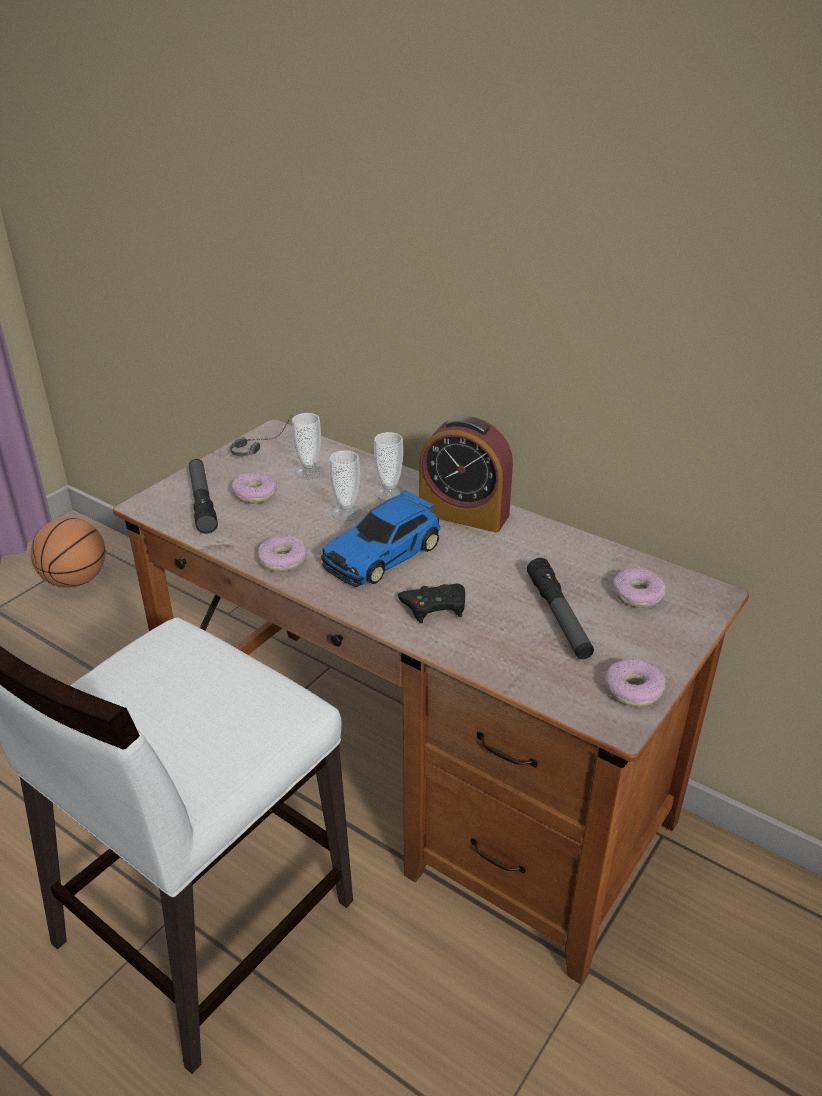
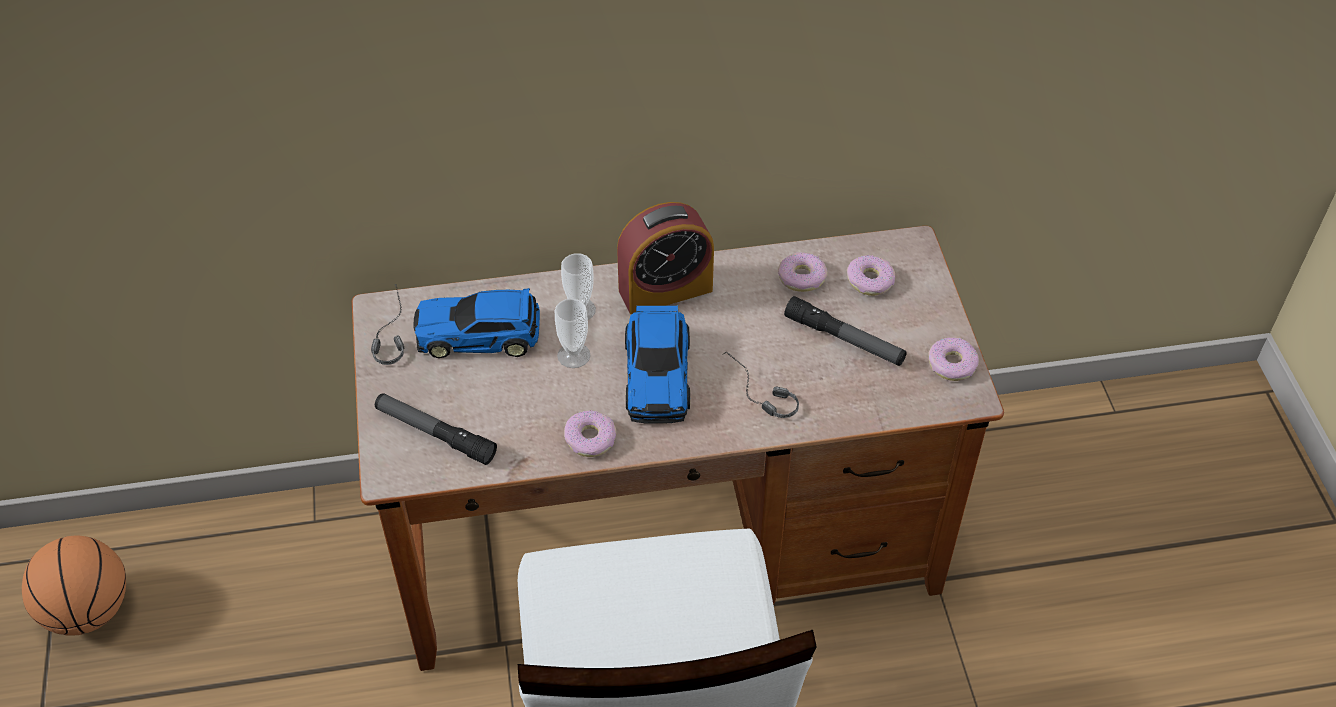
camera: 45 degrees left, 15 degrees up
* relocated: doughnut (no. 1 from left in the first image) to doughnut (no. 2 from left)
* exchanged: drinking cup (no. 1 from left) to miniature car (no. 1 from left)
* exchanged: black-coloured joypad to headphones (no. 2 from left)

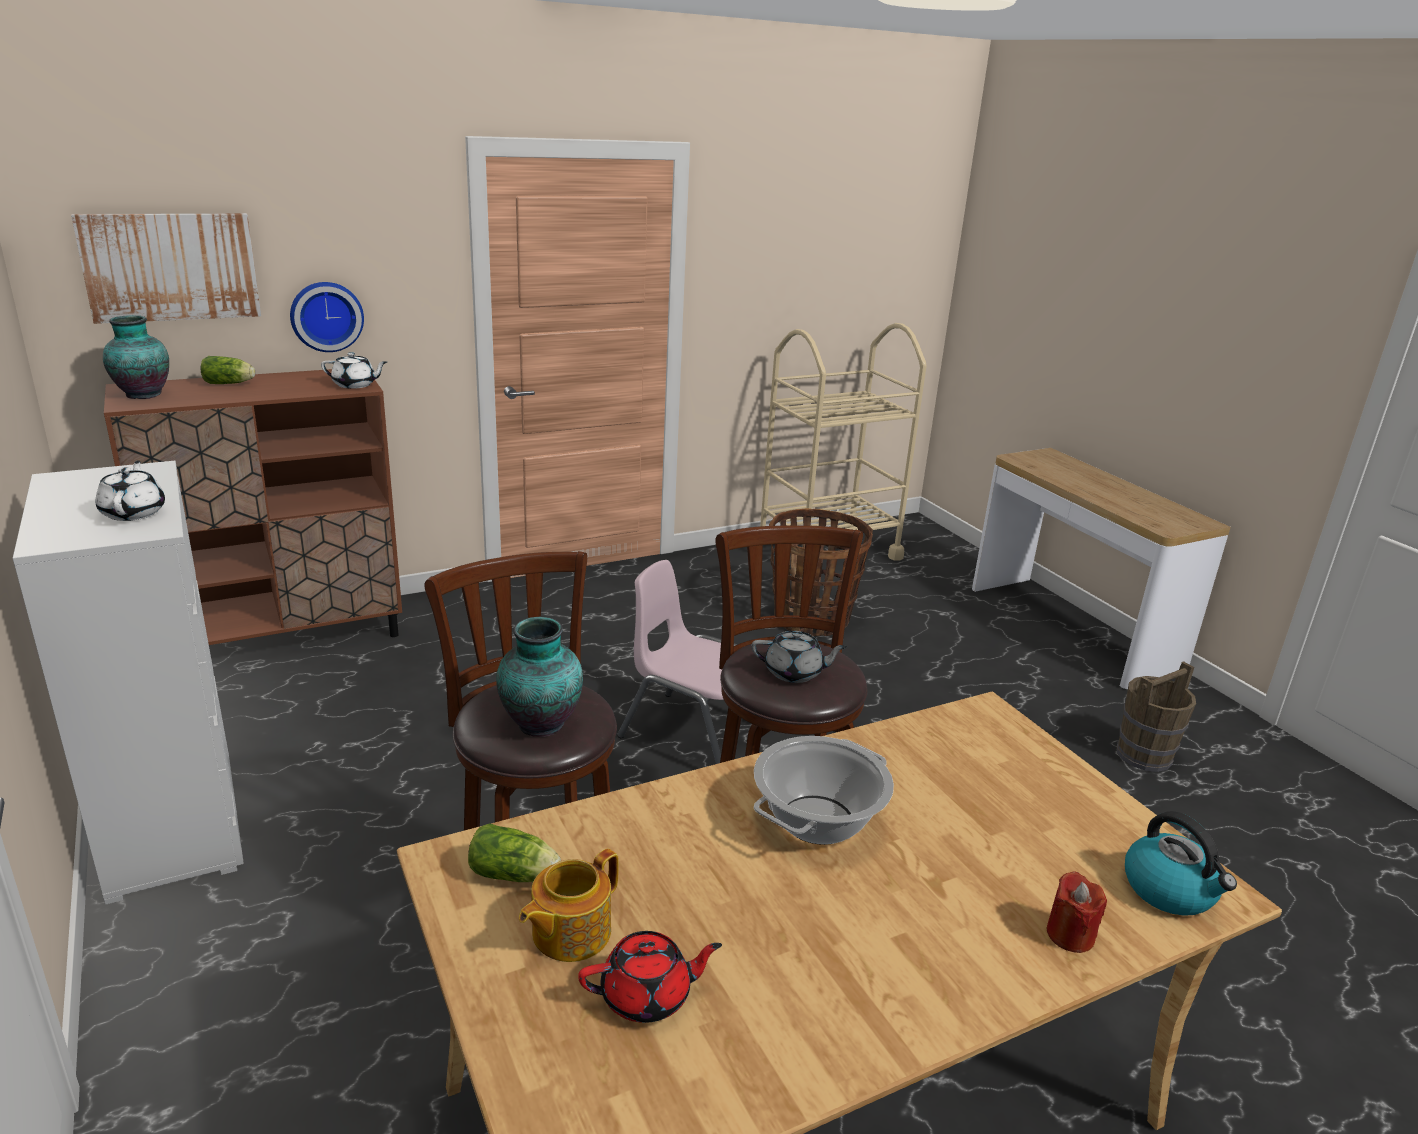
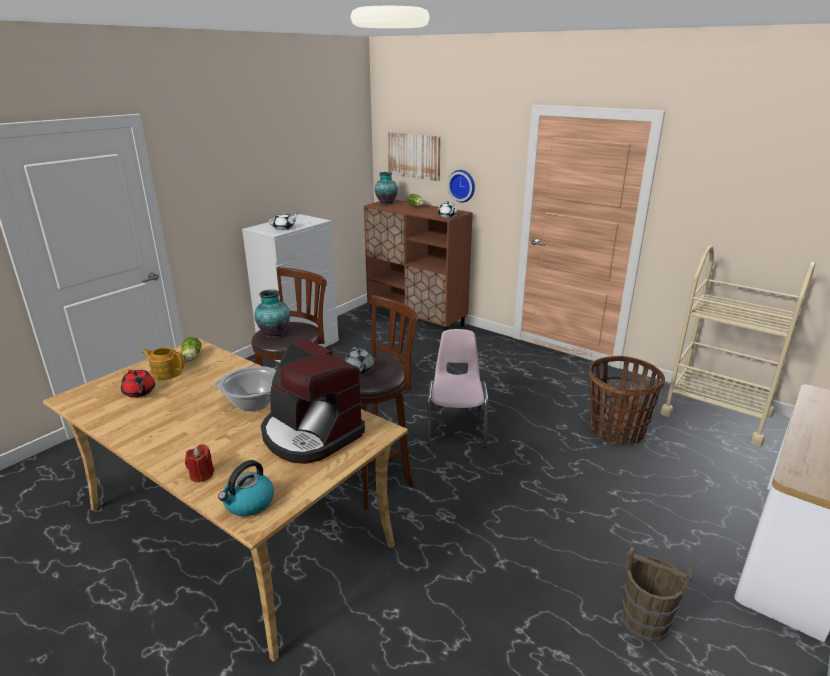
camera: 65 degrees right, 0 degrees up
* appeared: coffee maker

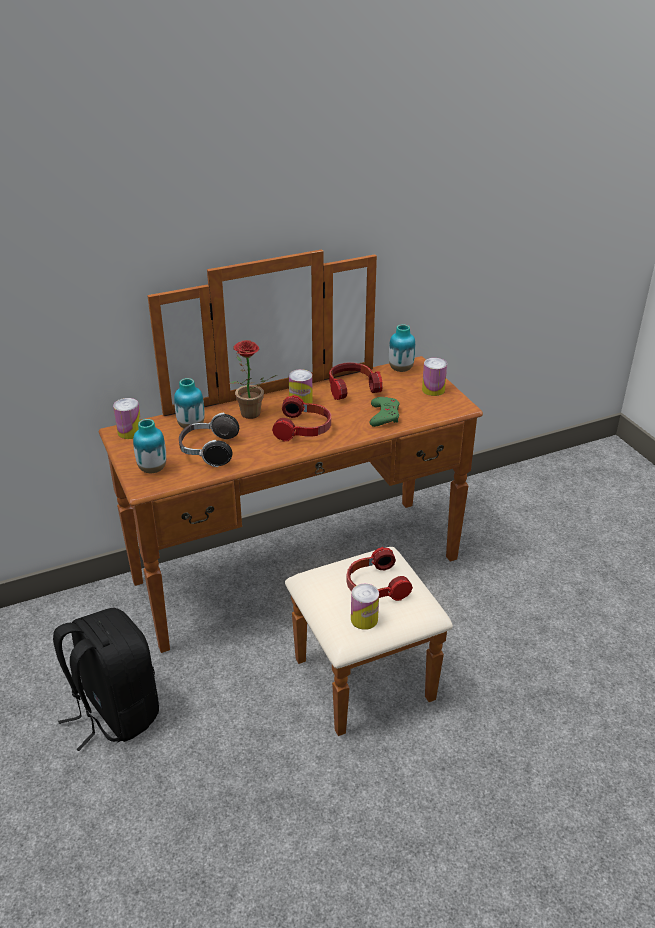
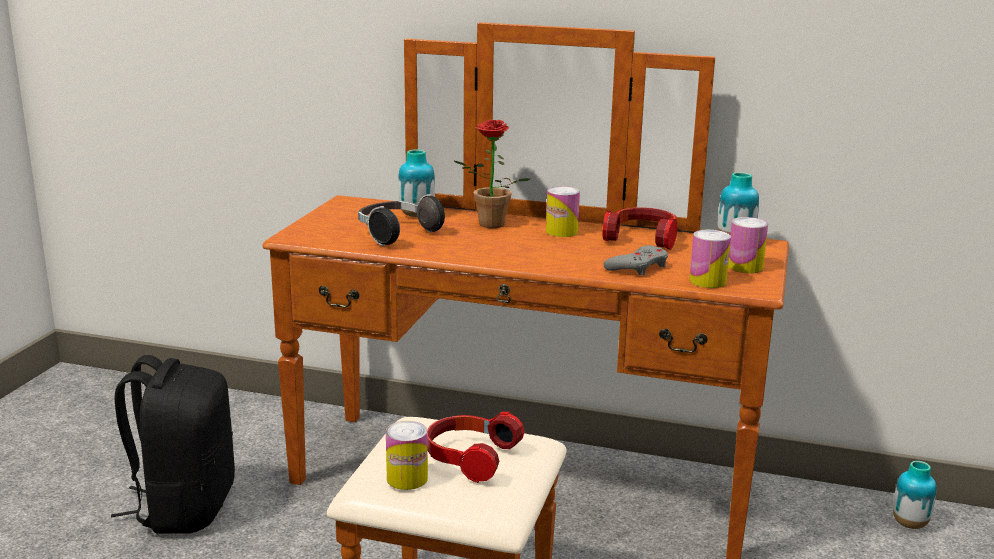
camera: 40 degrees right, 15 degrees down
* missing: headphones (no. 2 from left)
* relocated: metal can (no. 1 from left in the first image) to metal can (no. 3 from left)
* relocated: vase (no. 1 from left in the first image) to vase (no. 3 from left)
* colour: green-coloured joypad to greyish joypad

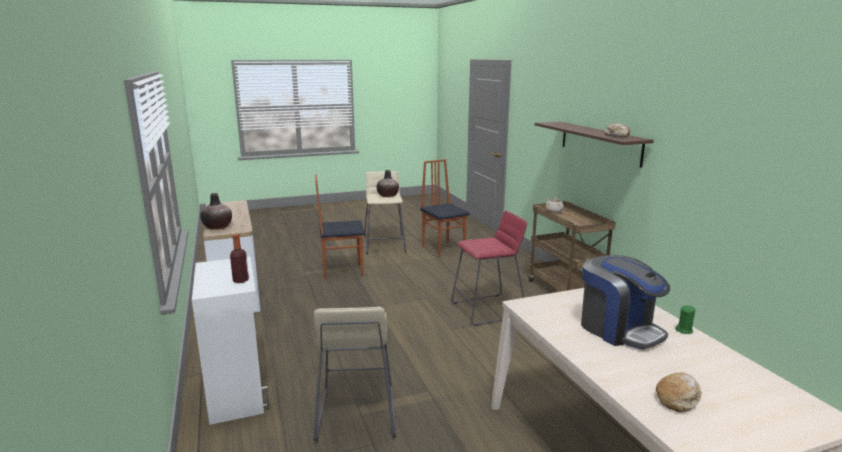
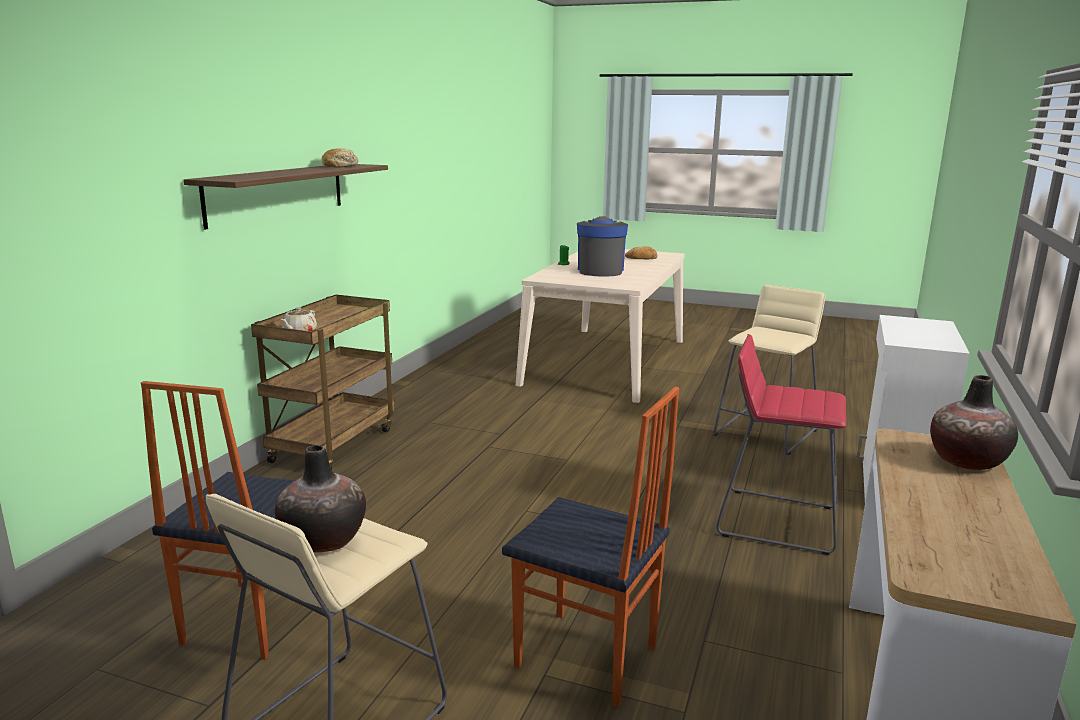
camera: 140 degrees left, 0 degrees up
* missing: drink bottle
* relocated: reddish stool

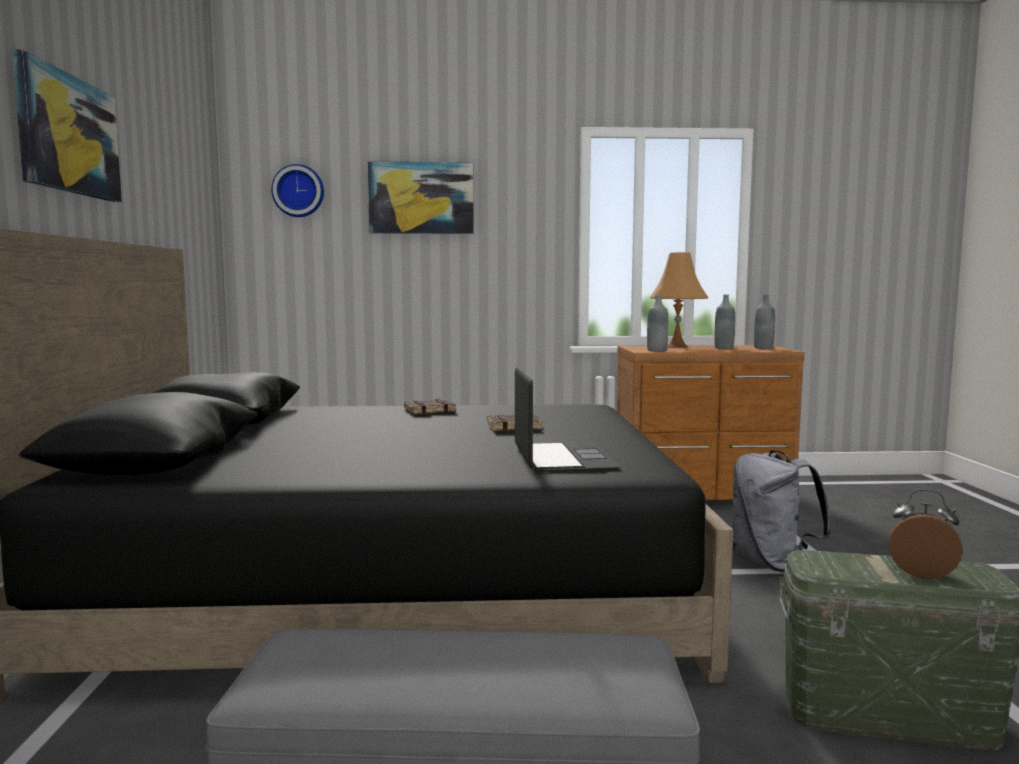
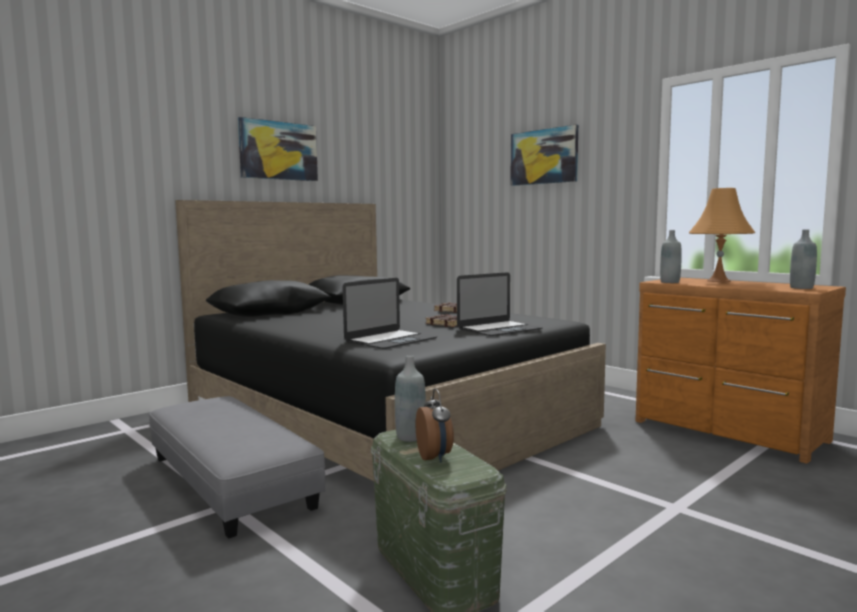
camera: 50 degrees right, 0 degrees up
* missing: wall clock
* missing: greyish rucksack
* appeared: portable computer (no. 2 from left)
* relocated: greyish drink bottle (no. 2 from left in the first image) to greyish drink bottle (no. 1 from left)

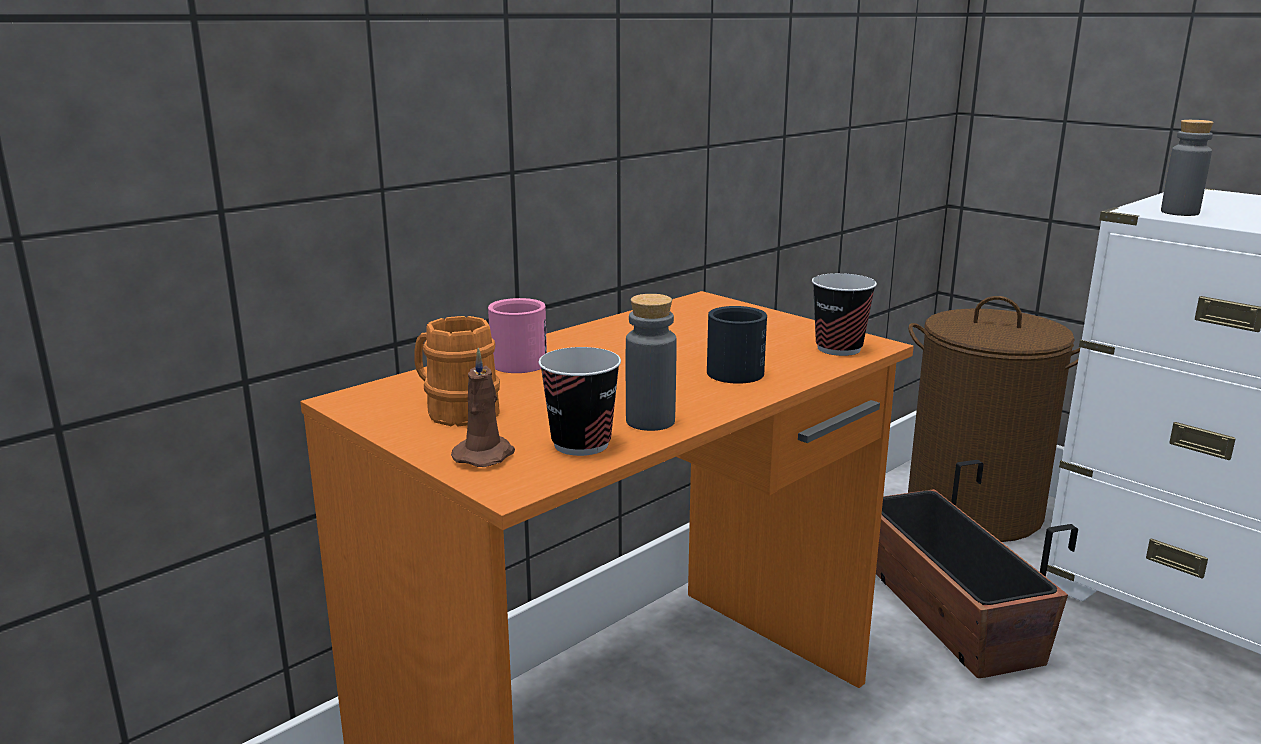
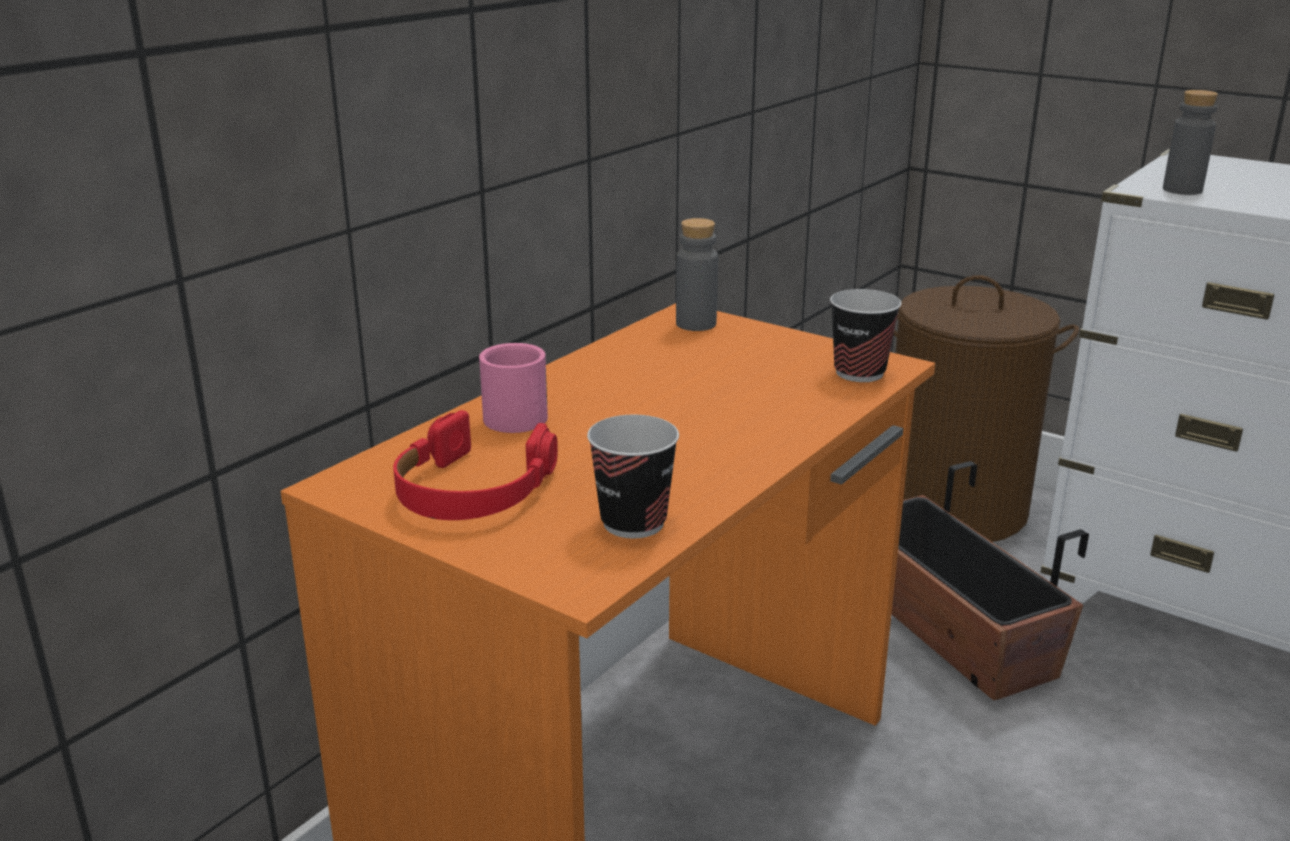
camera: 10 degrees left, 5 degrees up
* missing: brown-coloured wax candle
* missing: black-coloured coffee mug
* relocated: greyish drink bottle (no. 1 from left)
* exchanged: orangey coffee mug to reddish headphones

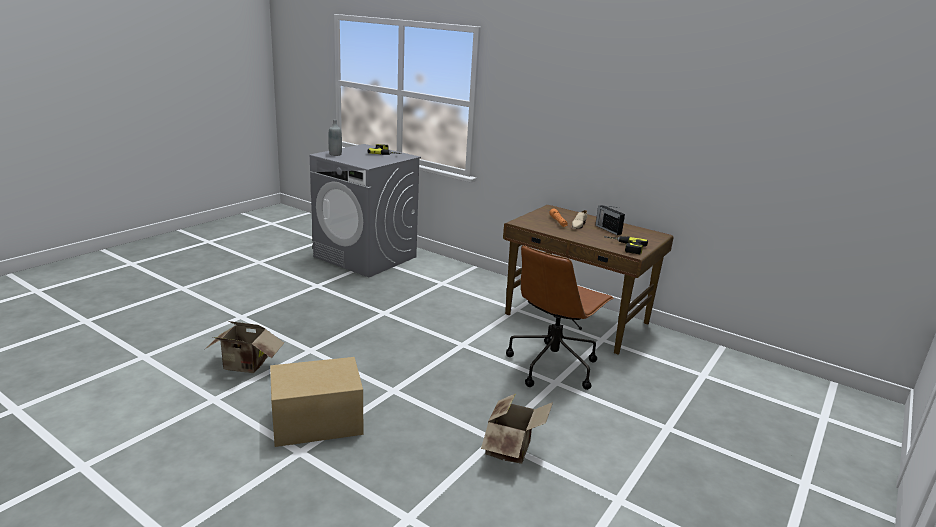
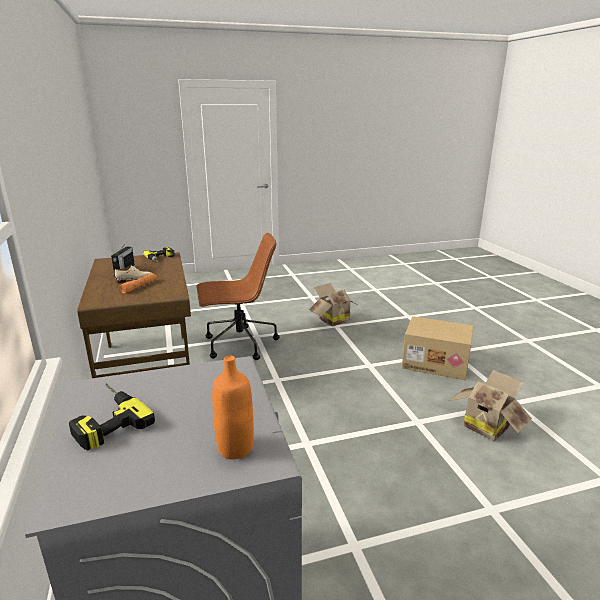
camera: 140 degrees left, 0 degrees up
* colour: greyish drink bottle to orangey drink bottle

